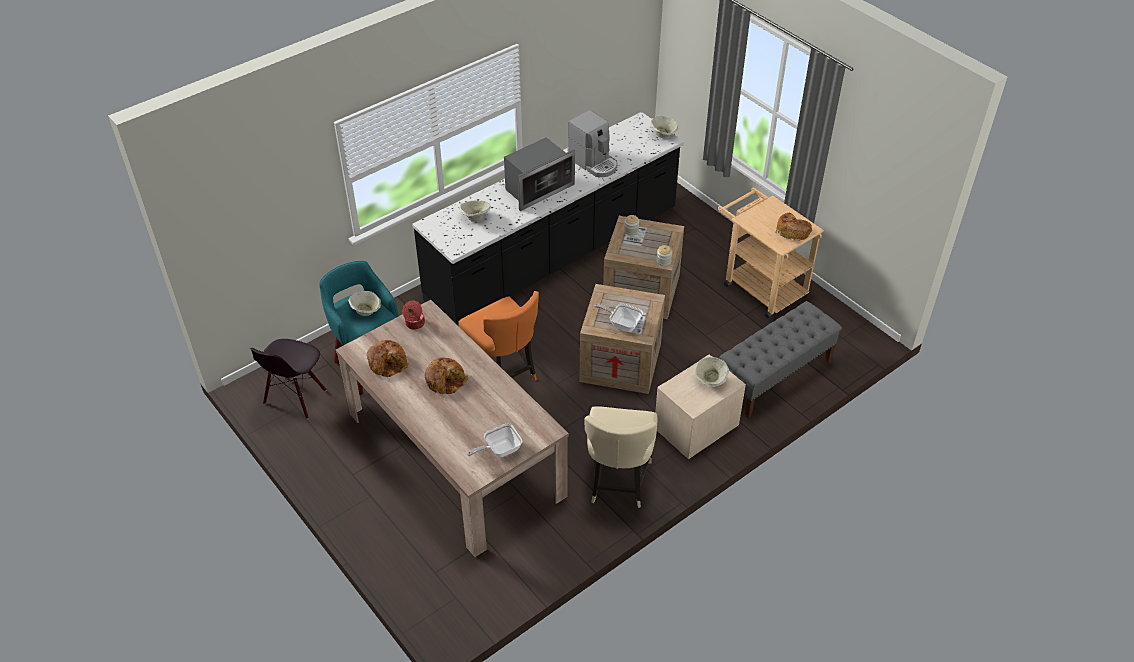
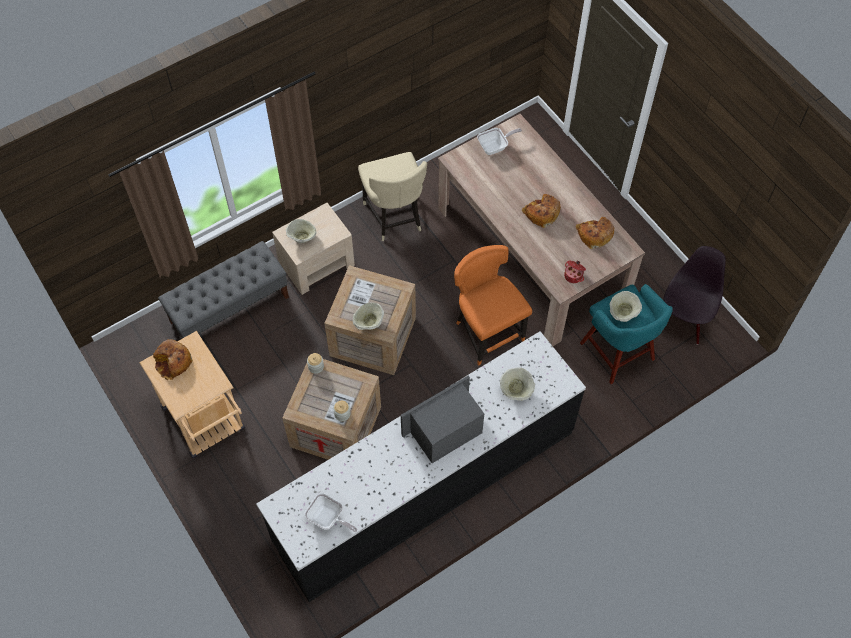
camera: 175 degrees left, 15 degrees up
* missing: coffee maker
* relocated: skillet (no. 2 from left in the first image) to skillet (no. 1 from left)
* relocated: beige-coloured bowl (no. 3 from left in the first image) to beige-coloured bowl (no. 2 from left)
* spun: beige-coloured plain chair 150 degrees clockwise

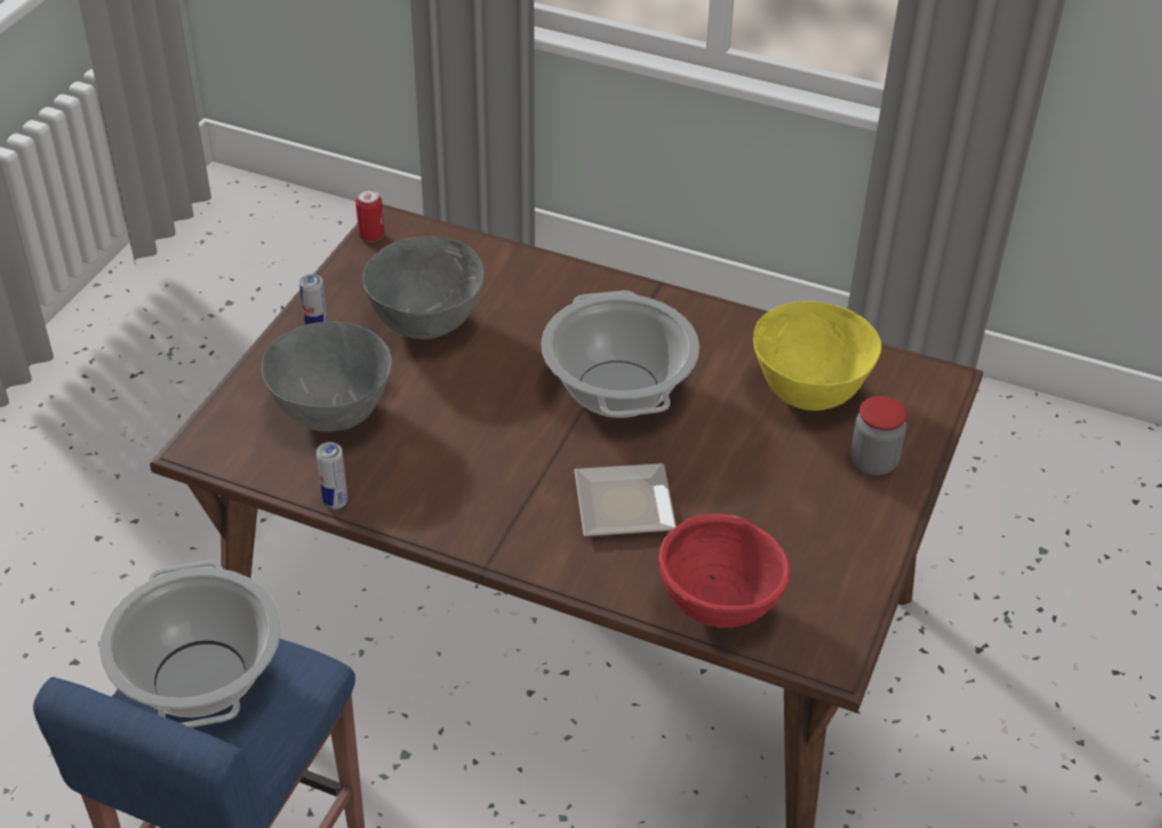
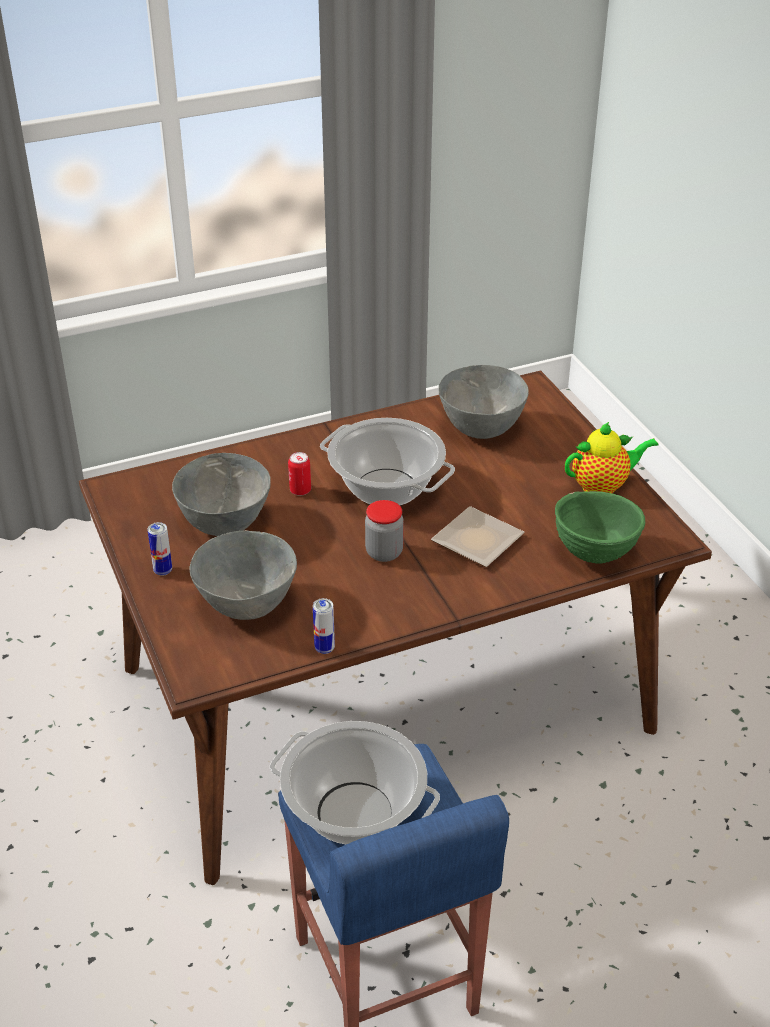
camera: 45 degrees left, 5 degrees down
* appeared: teapot
* relocated: metal can (no. 3 from left in the first image) to metal can (no. 2 from left)
* relocated: jar
* colour: reddish bowl to green-coloured bowl
* colour: yellow bowl to greyish bowl (no. 3 from left)

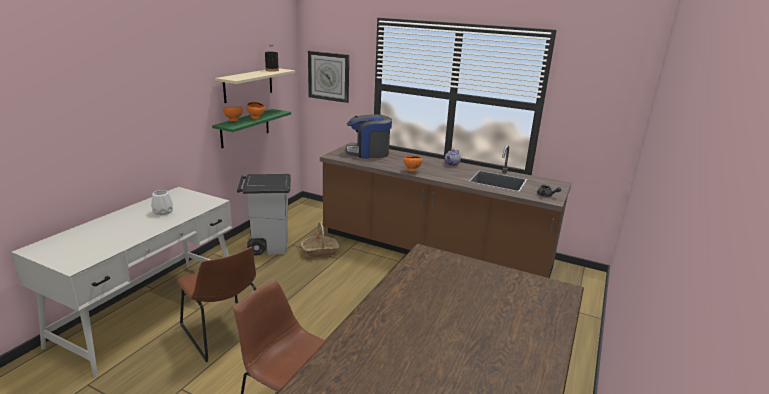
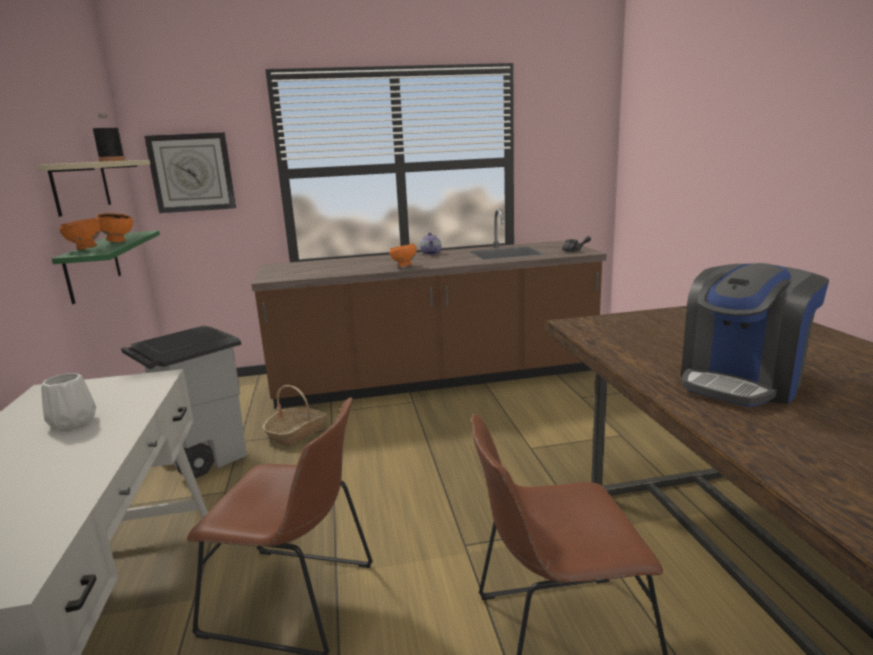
camera: 35 degrees left, 5 degrees down
* relocated: coffee maker

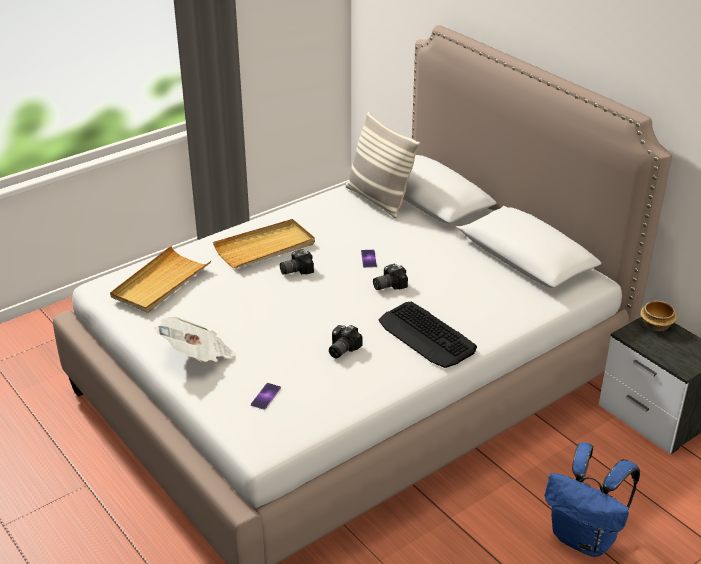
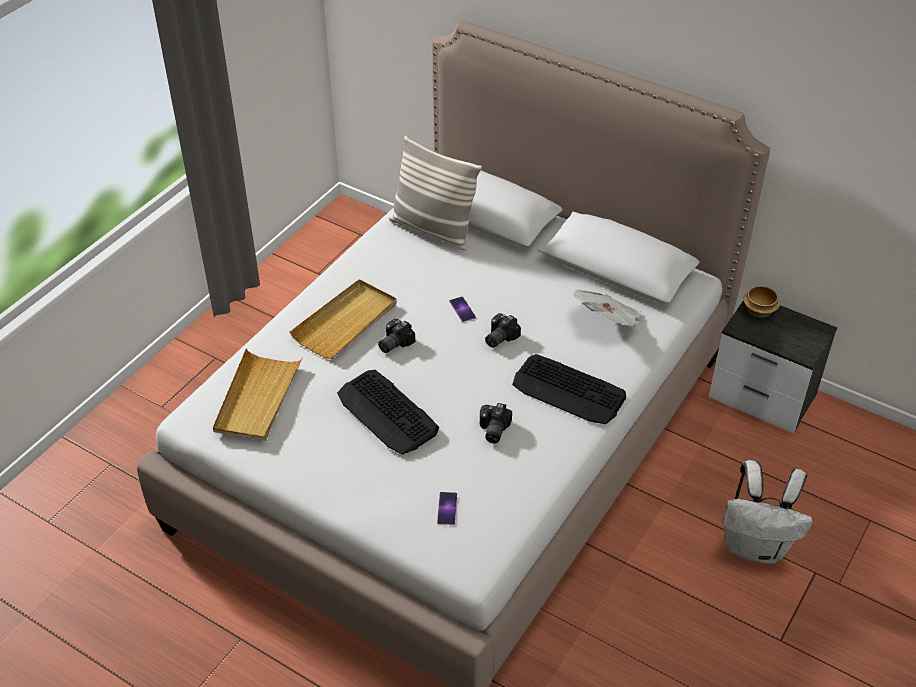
camera: 20 degrees left, 10 degrees up
* appeared: PC keyboard (no. 1 from left)
* relocated: daily paper
* colour: blue-coloured rucksack to whitish rucksack

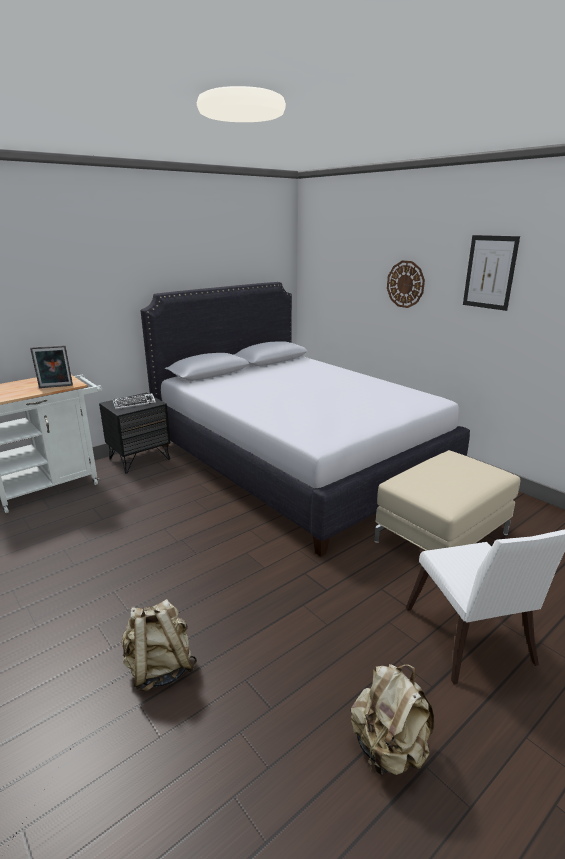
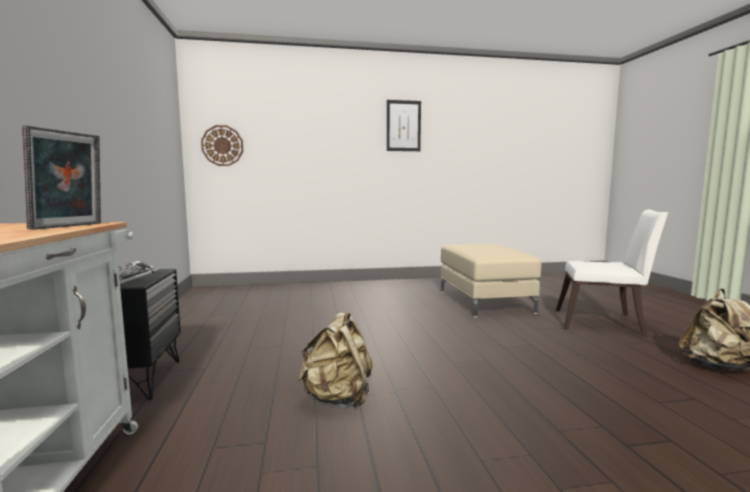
camera: 60 degrees left, 15 degrees down
* missing: whitish sleeping bed
* relocated: beige-coloured rucksack (no. 1 from left)
* relocated: wall clock

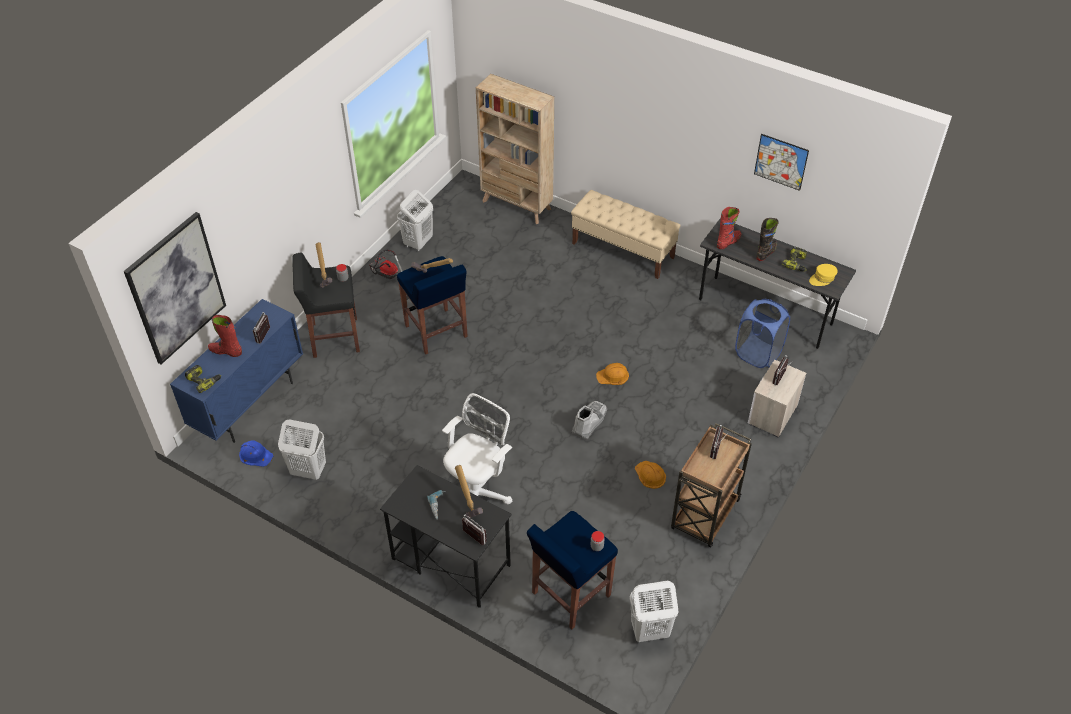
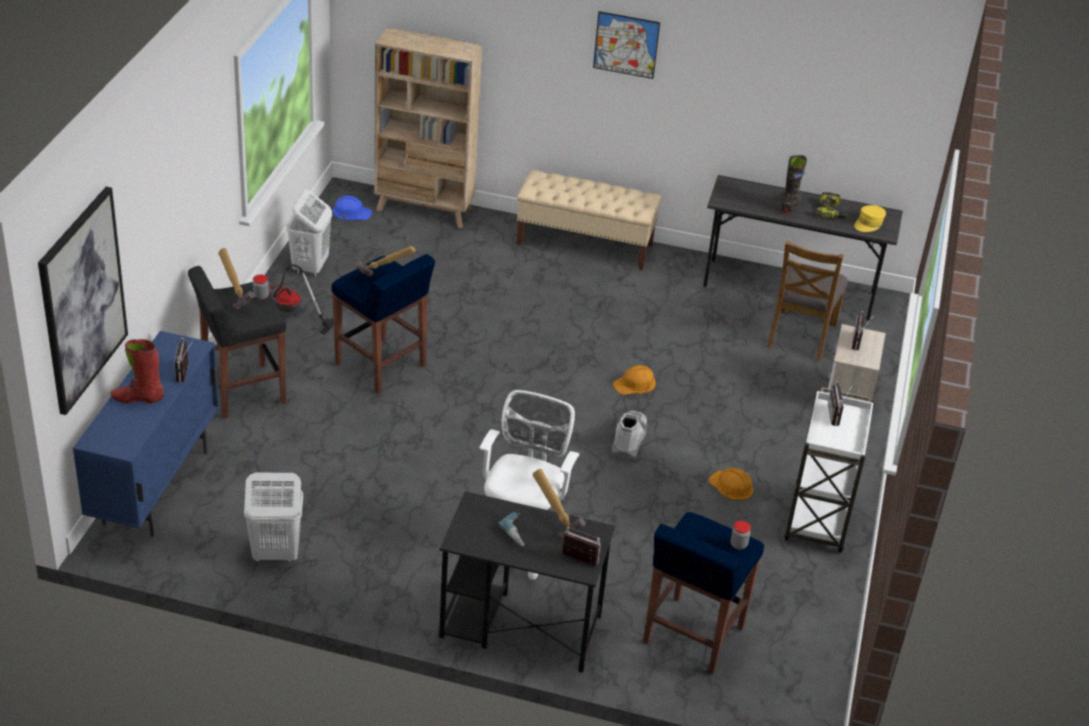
camera: 20 degrees left, 10 degrees down
* missing: drill (no. 1 from left)
* missing: whitish washing basket (no. 3 from left)
* missing: reddish tall boot (no. 2 from left)
* relocated: blue-coloured safety helmet
* relocated: picture (no. 2 from left)
* exchanged: blue-coloured washing basket to brown-coloured plain chair
* colour: brown-coloured wheeled cart to whitish wheeled cart

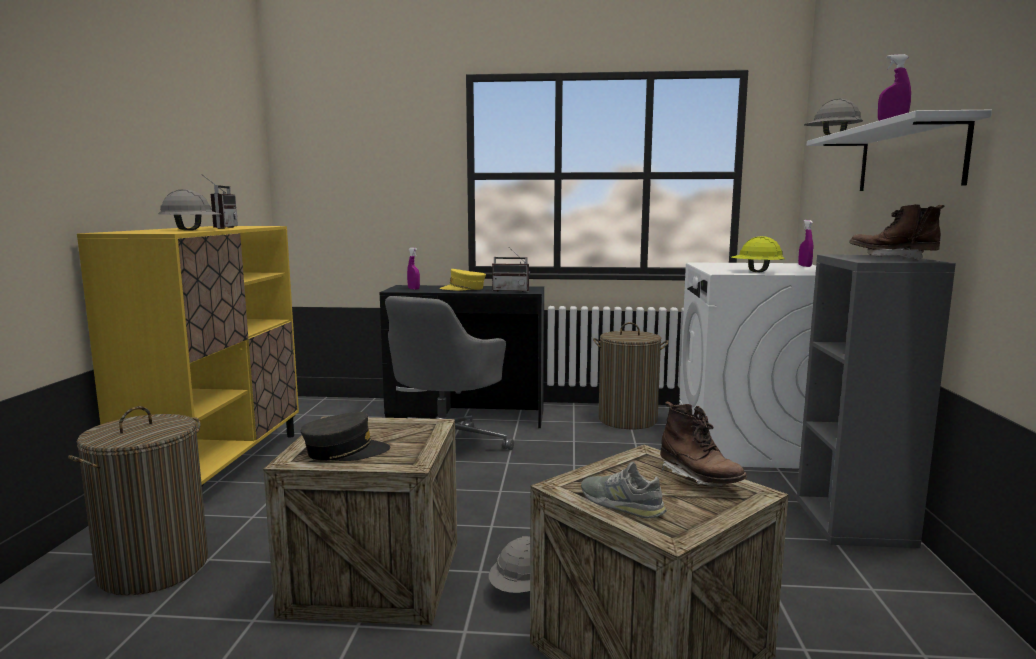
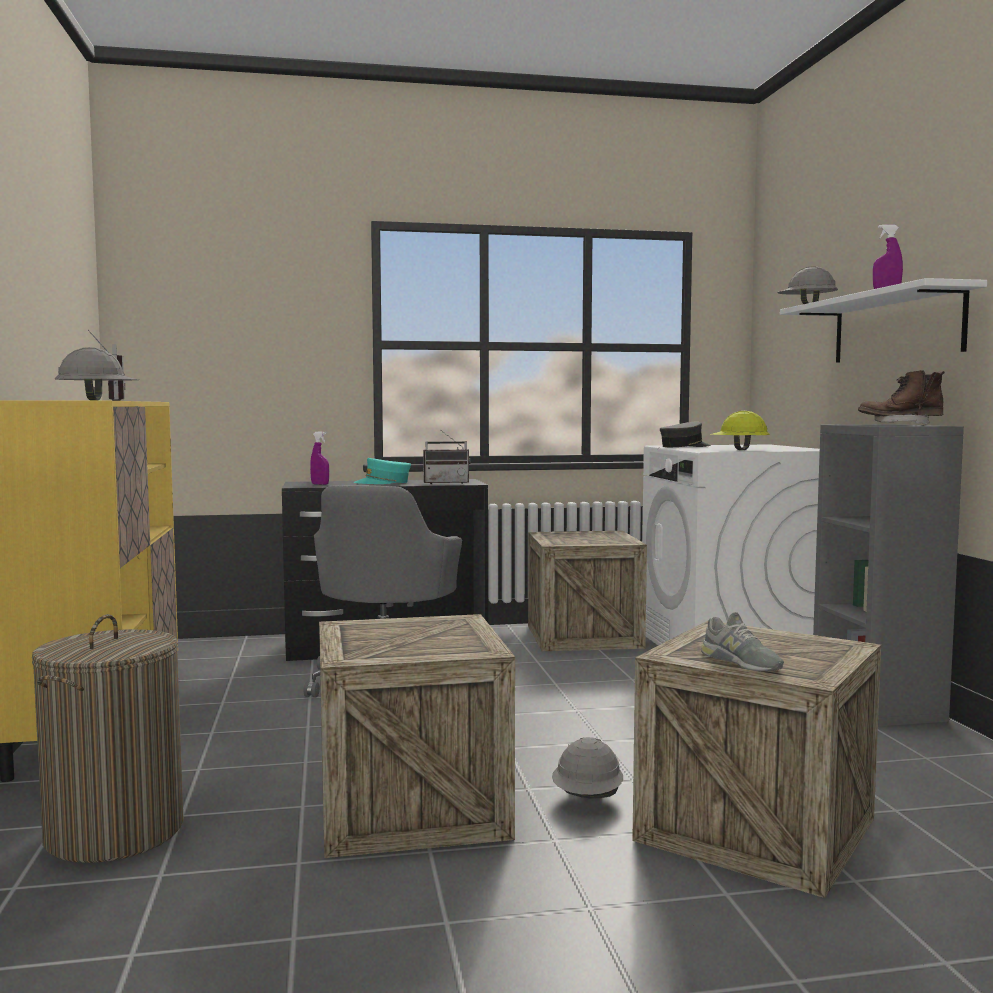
camera: 15 degrees left, 5 degrees down
* missing: brown-coloured tall boot (no. 1 from left)
* missing: purple-coloured spray bottle (no. 2 from left)
* relocated: greyish cap
* exchanged: washing basket (no. 2 from left) to packing crate (no. 2 from left)
* colour: yellow cap to turquoise cap
* spun: greyish item of footwear 150 degrees counterclockwise

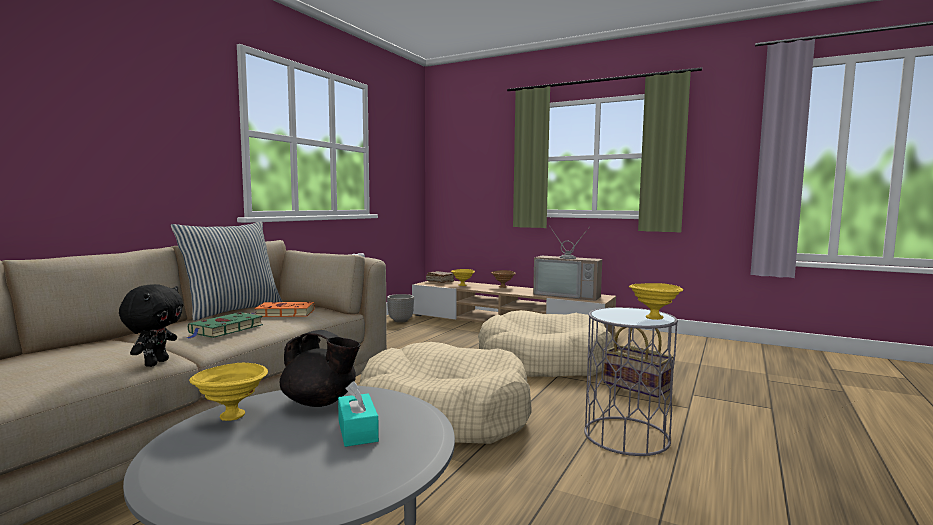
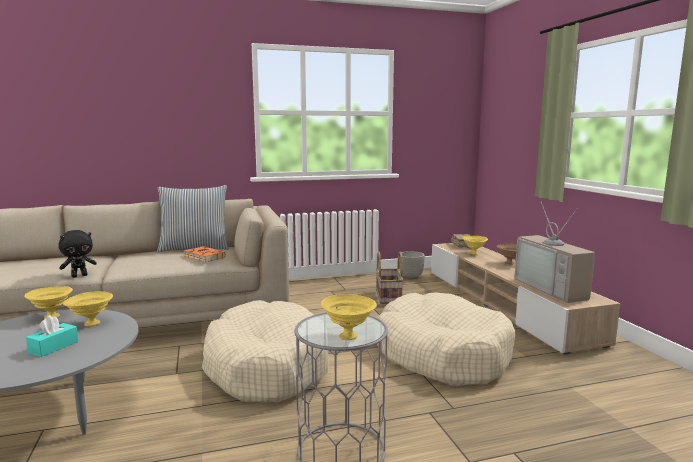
camera: 45 degrees right, 5 degrees up
* missing: green-coloured volume
* relocated: household basket
* exchanged: black-coloured teapot to yellow bowl (no. 2 from left)

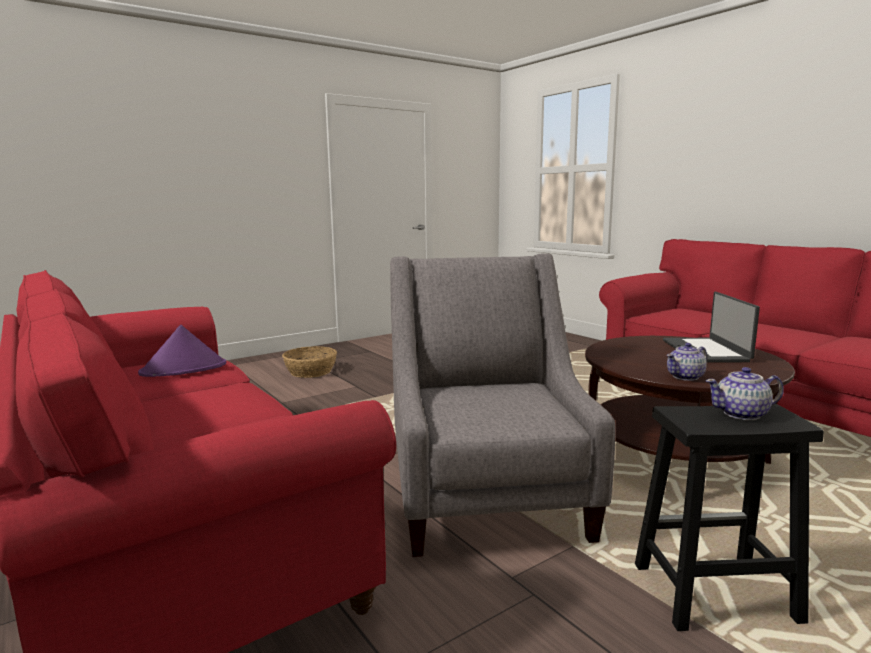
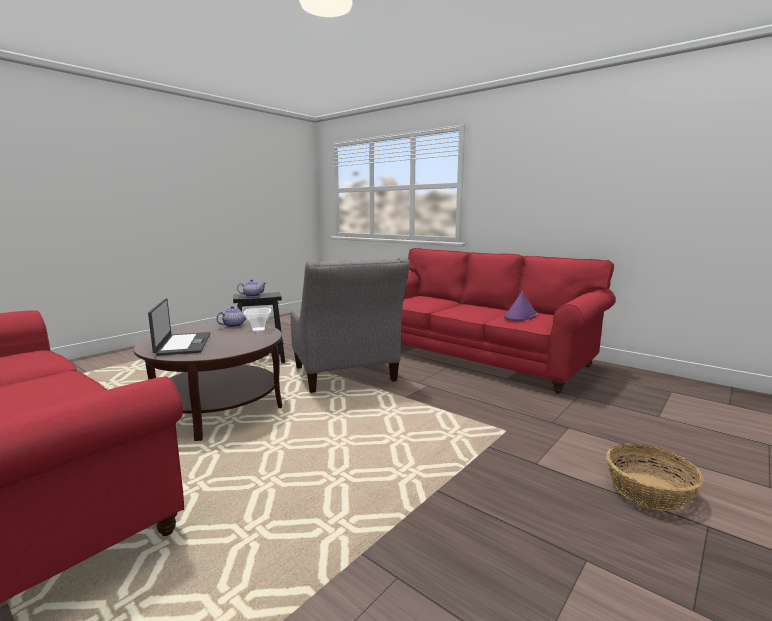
camera: 165 degrees right, 0 degrees up
* appeared: bowl

